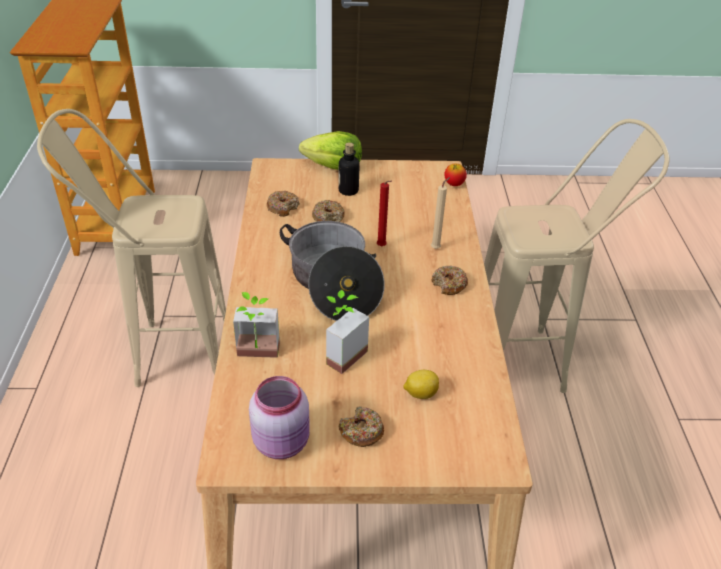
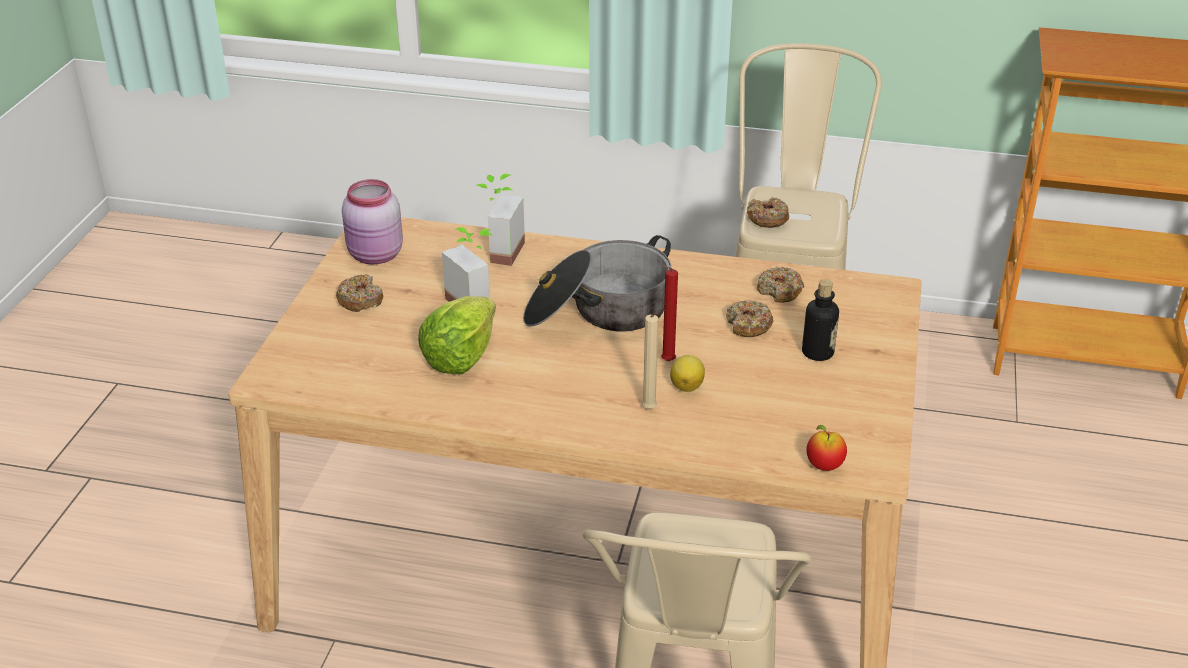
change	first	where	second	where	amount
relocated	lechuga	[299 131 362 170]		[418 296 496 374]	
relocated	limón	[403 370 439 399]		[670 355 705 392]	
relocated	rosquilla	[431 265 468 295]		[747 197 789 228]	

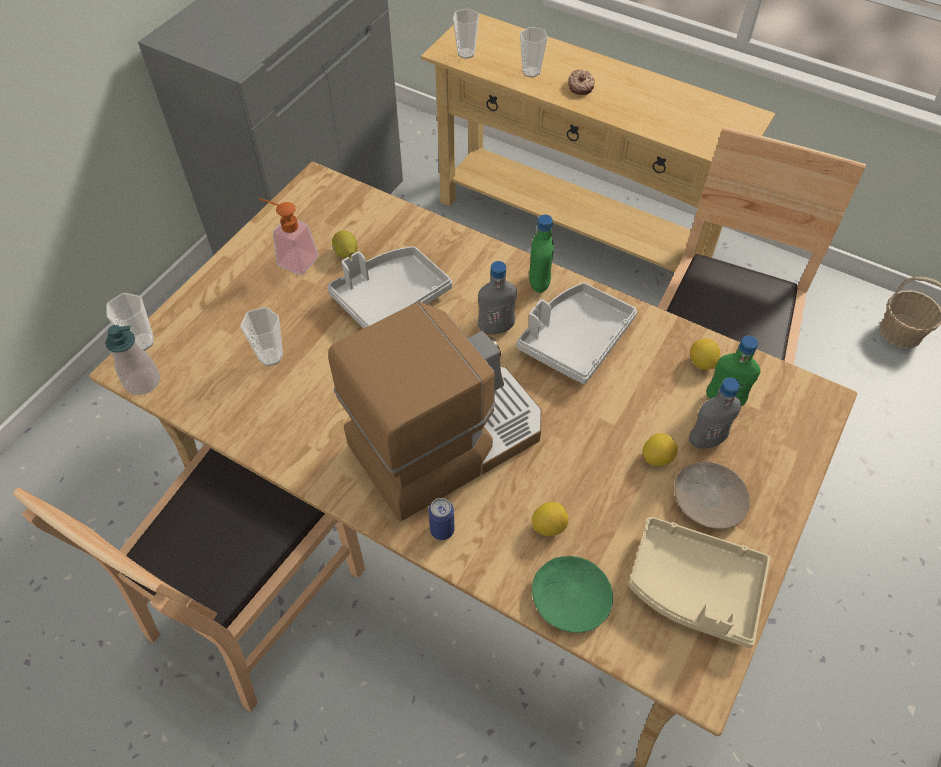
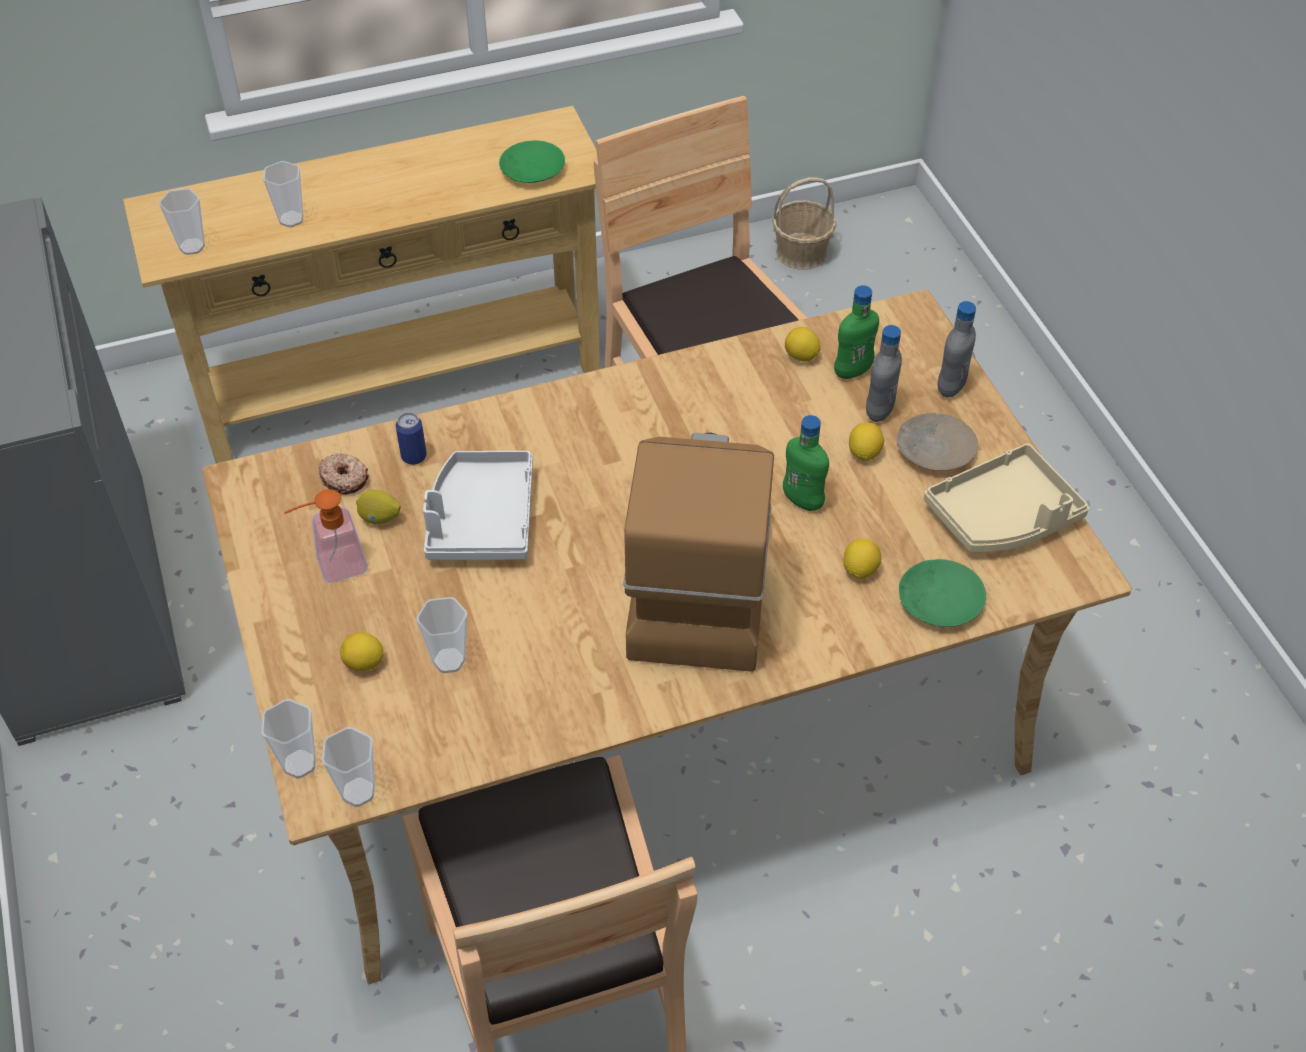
change	first	where	second	where	amount
missing	bandeja (gris)	[517 283 637 384]			
appeared			limón	[340 632 384 671]	
appeared			plato (verde)	[499 140 565 183]	
relocated	lata	[428 498 455 540]		[396 412 427 465]	
relocated	botella (gris)	[478 261 517 334]		[938 301 976 397]	
relocated	botella (verde)	[529 215 554 293]		[783 415 829 511]	
relocated	rosquilla	[568 70 595 95]		[319 453 369 494]	
exchanged	dispensador de jabón	[105 325 160 395]	taza	[322 727 375 807]	

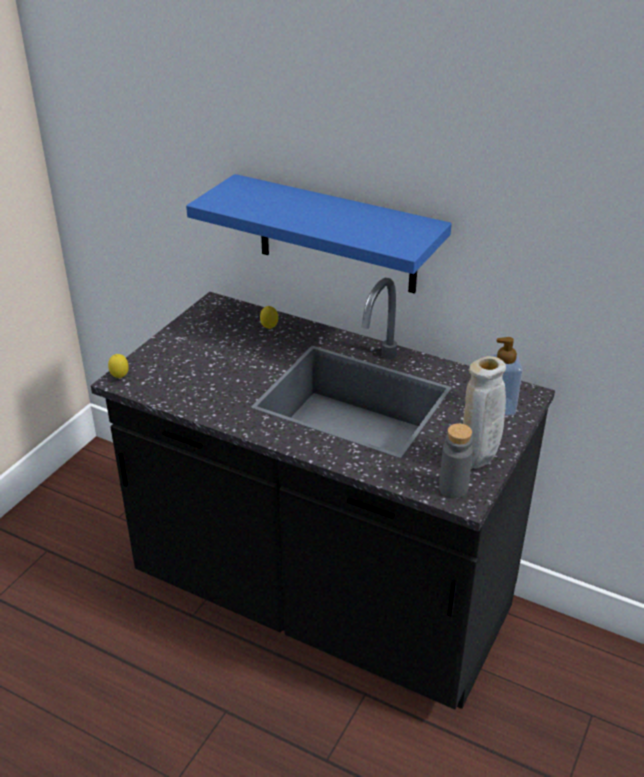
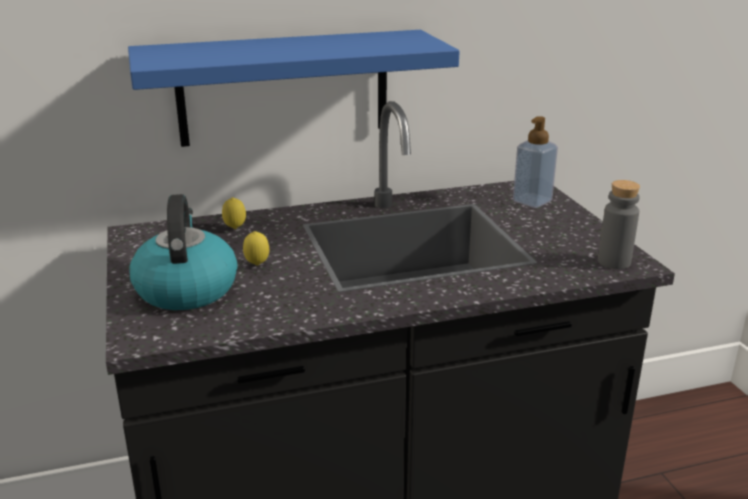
change	first	where	second	where	amount
missing	florero (beis)	[463 356 506 469]			
appeared			hervidor	[129 194 237 310]	
relocated	limón	[108 354 129 378]		[243 231 269 266]	

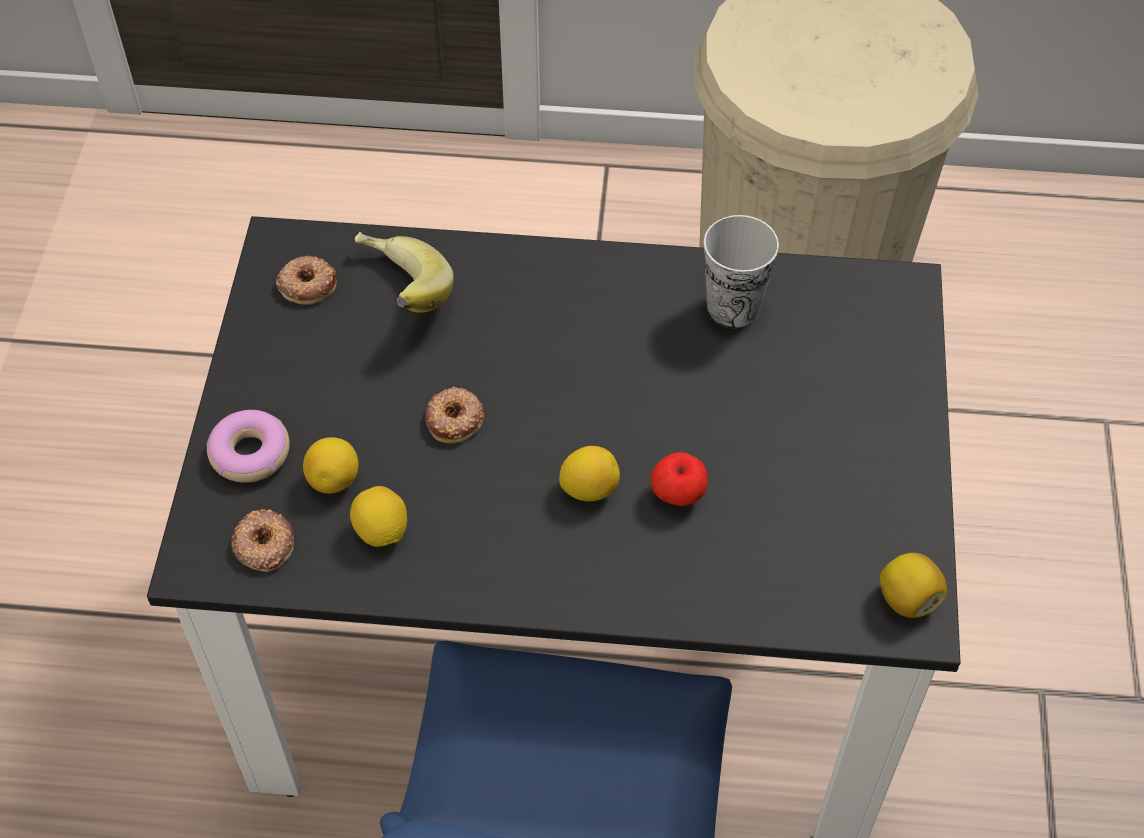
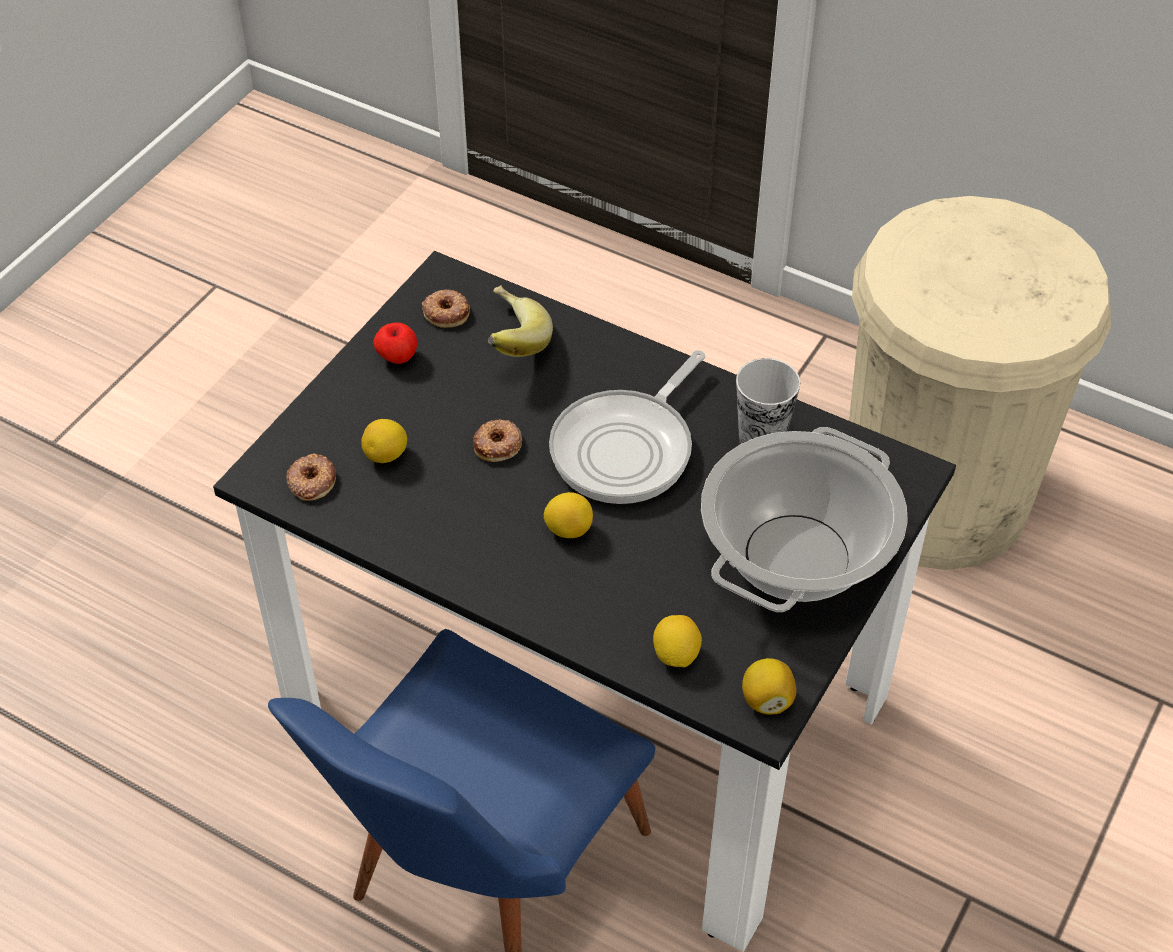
change	first	where	second	where	amount
missing	rosquilla	[207 410 290 483]			
appeared			sartén	[549 350 706 504]	
appeared			olla	[701 427 908 612]	
relocated	limón	[350 486 407 547]		[653 615 702 667]	
relocated	manzana	[651 452 708 506]		[373 323 417 364]	

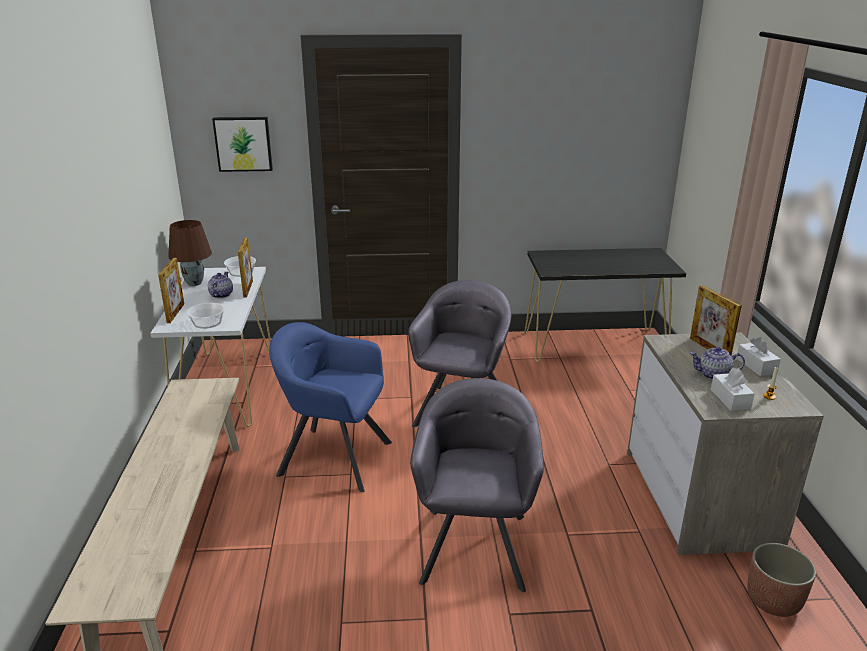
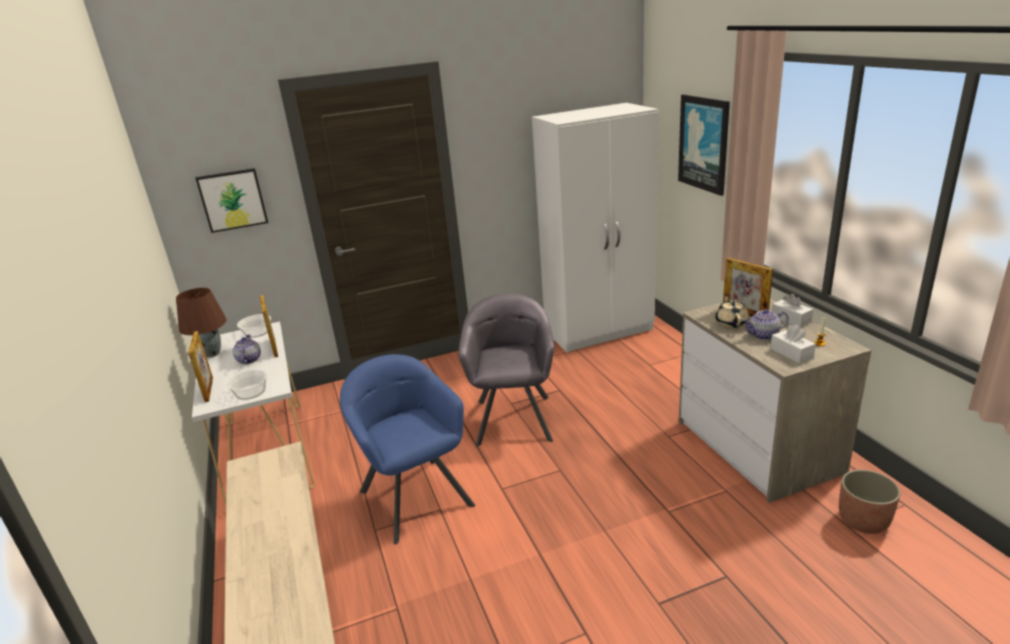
change	first	where	second	where	amount
missing	sillón (gris)	[410 378 544 592]			
appeared			cuadro	[678 94 730 196]	
appeared			tetera (beis)	[715 294 749 328]	
exchanged	mesa consola (negro)	[524 248 686 362]	armario ropero (blanco)	[532 103 659 353]	
spun	sillón (azul)	[269 322 392 492]		[340 354 475 545]	60 degrees clockwise

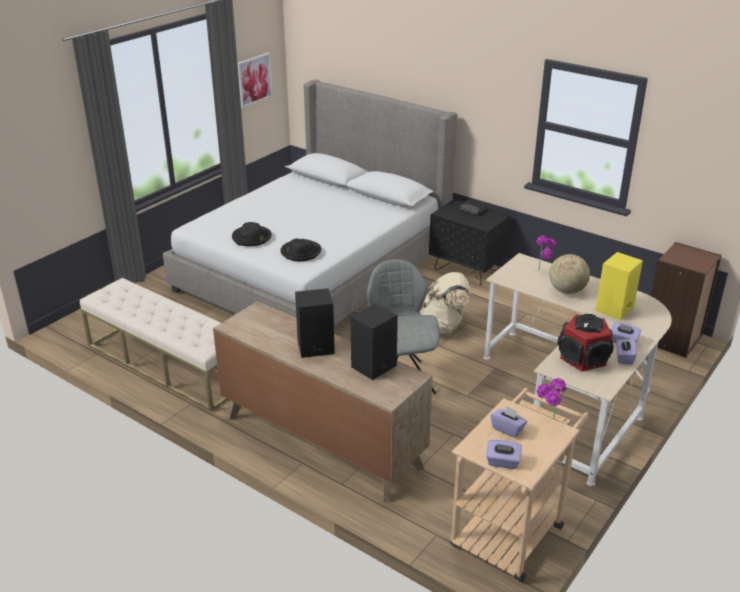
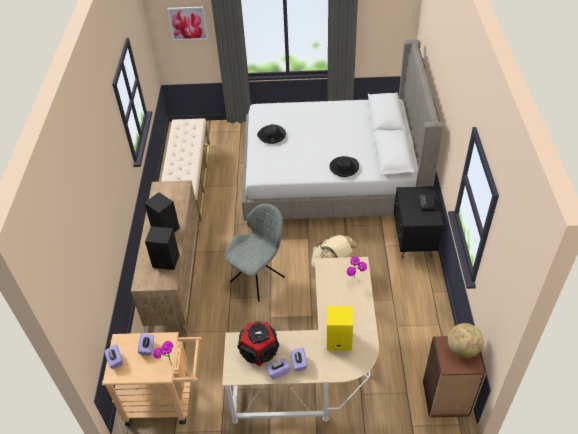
change	first	where	second	where	amount
relocated	cuadro	[237 53 273 108]		[167 7 208 41]	
relocated	sombrero (negro)	[280 239 322 261]		[330 156 359 177]	
relocated	globo terráqueo	[549 254 590 294]		[448 323 484 358]	

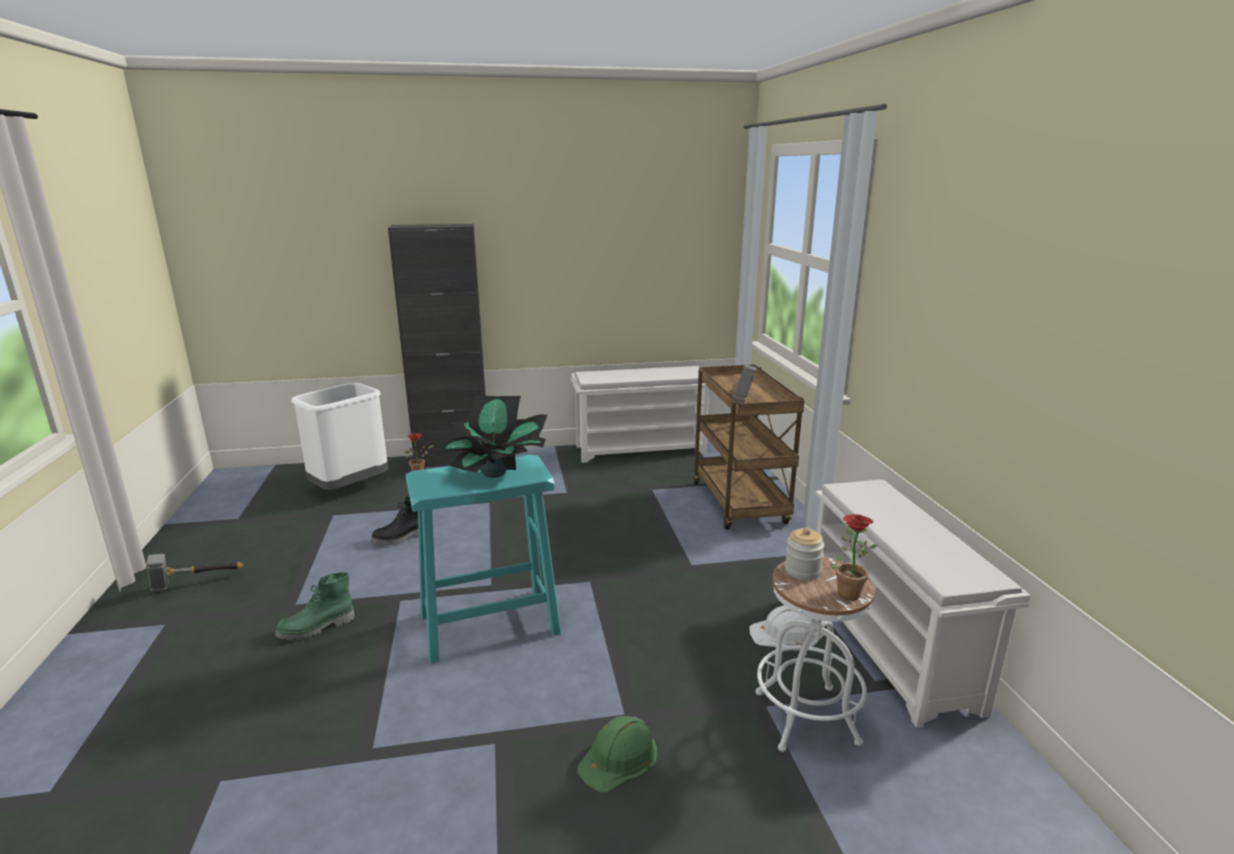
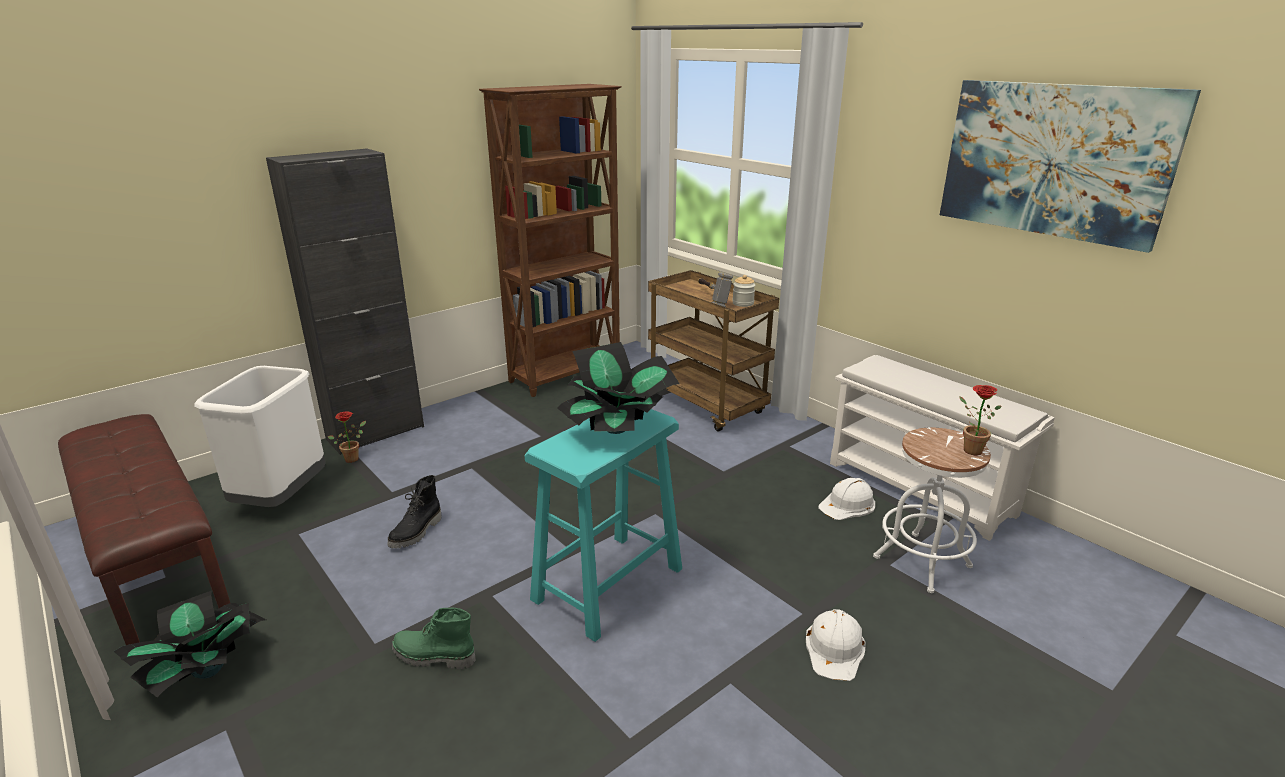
change	first	where	second	where	amount
appeared			banco (marrón)	[58 414 230 645]	
appeared			cuadro	[940 80 1201 253]	
relocated	tarro	[785 528 824 580]		[732 275 755 307]	
exchanged	martillo	[146 554 244 592]	planta en maceta	[114 590 266 697]	
exchanged	zapatero (blanco)	[571 366 709 463]	estantería (marrón)	[479 84 622 397]	
colour	casco (verde)	[577 716 657 793]	casco (blanco)	[806 609 866 681]	
spun	bota (verde)	[275 572 355 640]		[392 608 476 669]	75 degrees clockwise

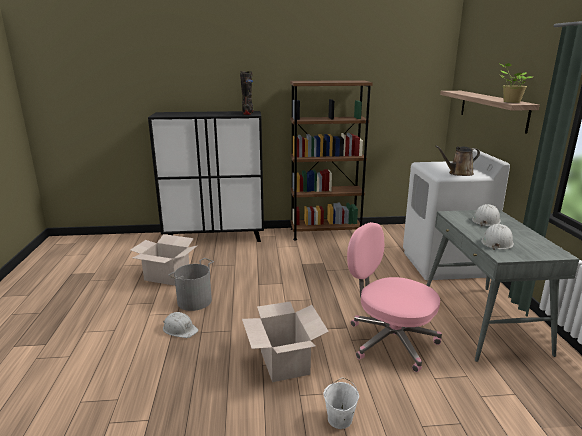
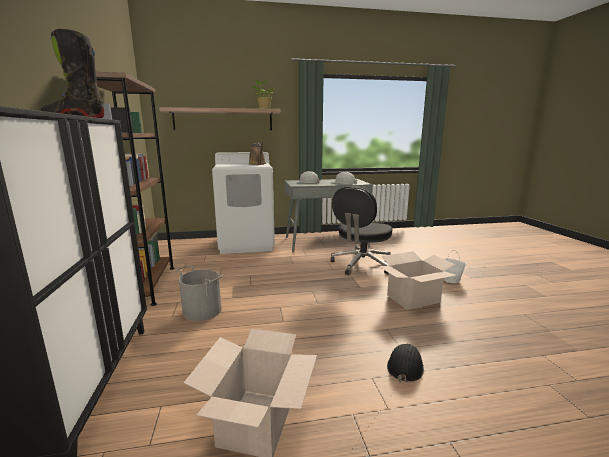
change	first	where	second	where	amount
relocated	cubo (gris)	[169 258 214 311]		[176 265 223 321]	
colour	casco (blanco)	[163 312 199 338]	casco (negro)	[387 344 424 383]	
colour	silla de oficina (rosa)	[347 222 442 372]	silla de oficina (negro)	[331 186 392 275]	

